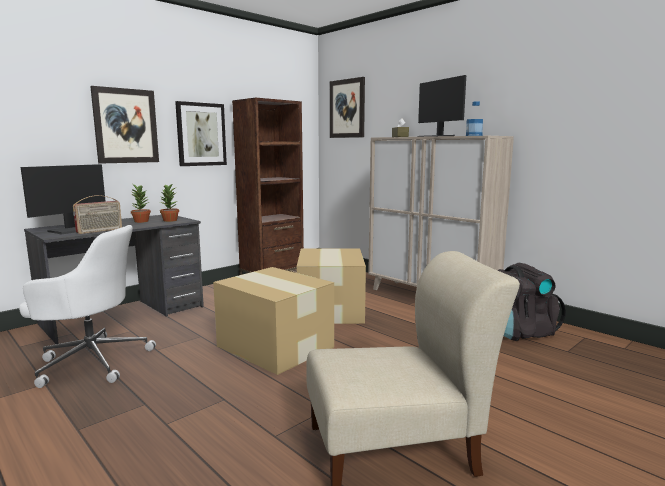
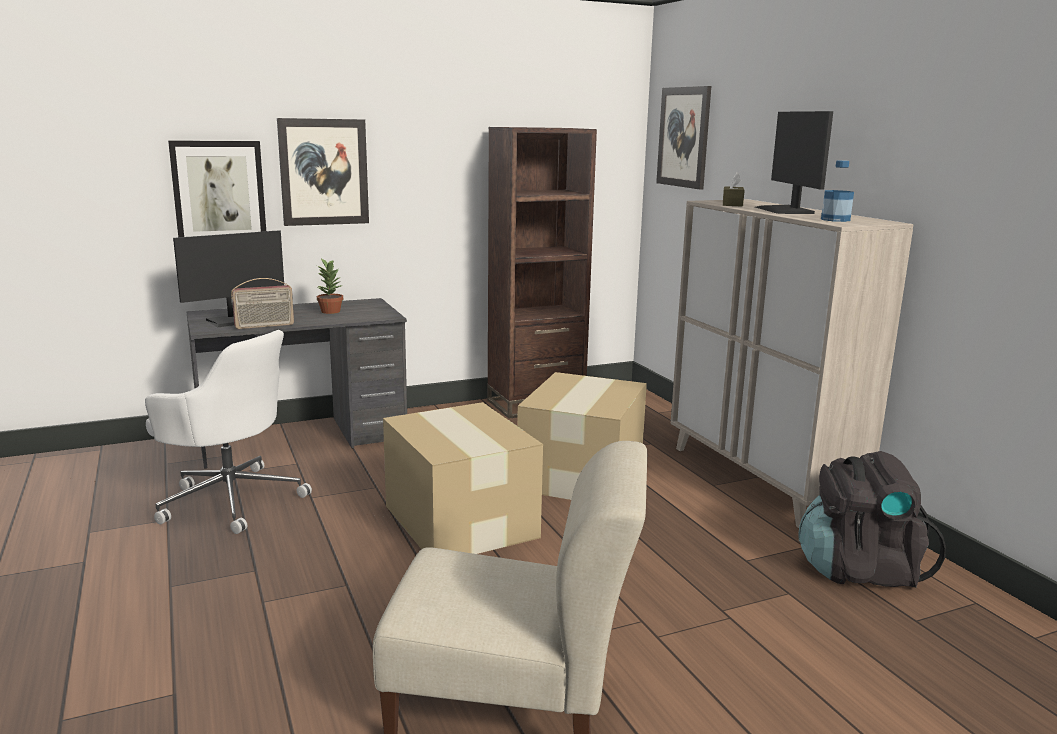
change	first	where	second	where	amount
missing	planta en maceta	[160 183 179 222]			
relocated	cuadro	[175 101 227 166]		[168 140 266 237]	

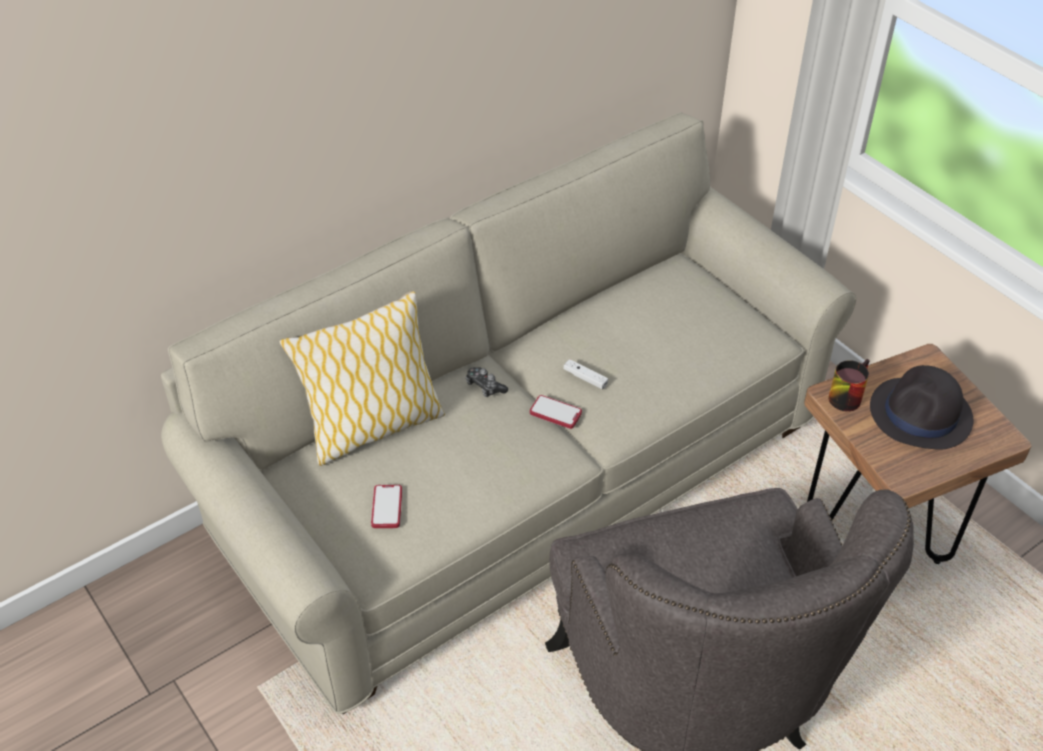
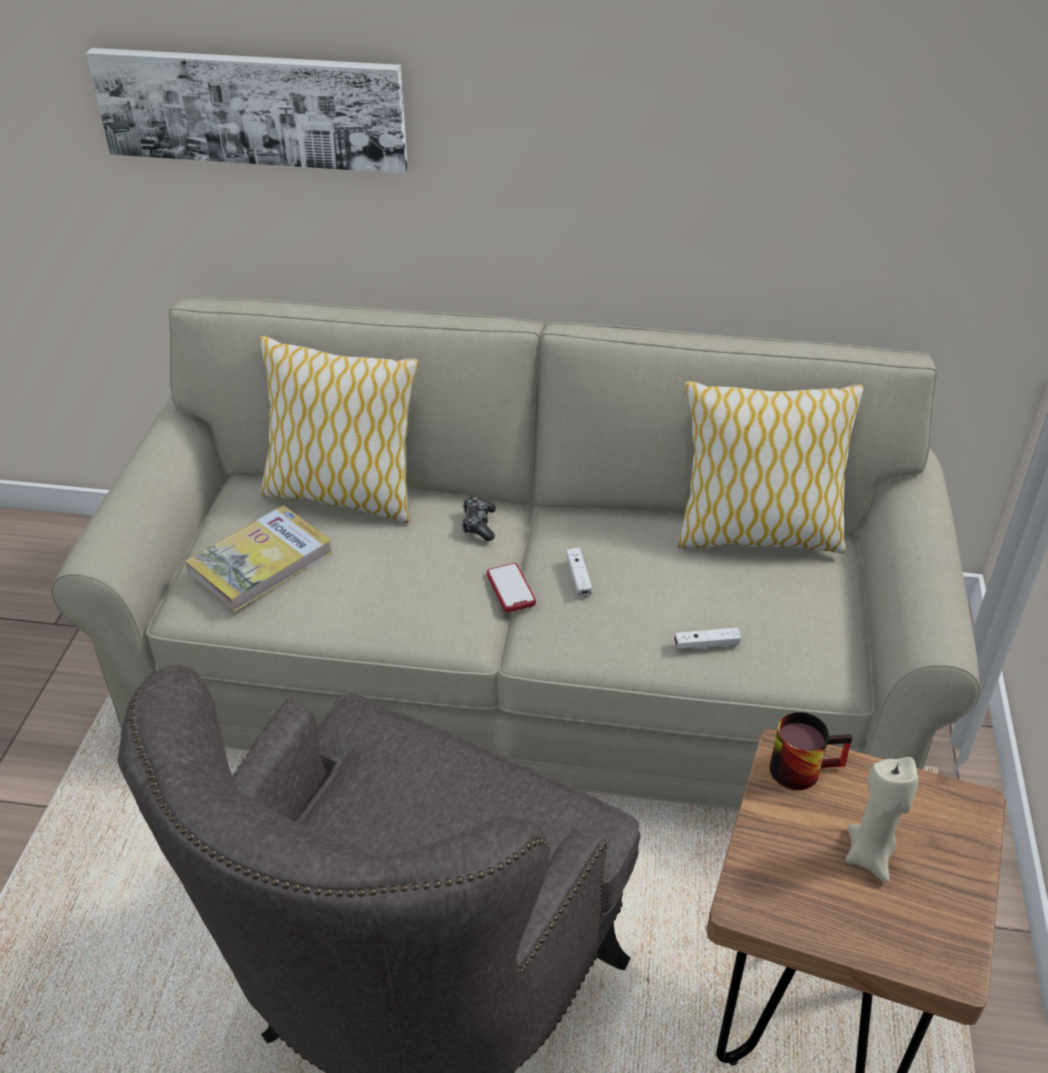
change	first	where	second	where	amount
appeared			cuadro	[86 48 408 174]	
appeared			mando de consola (blanco)	[674 628 741 649]	
appeared			cojín	[677 381 863 553]	
exchanged	móvil	[371 485 402 528]	libro	[185 505 333 612]	
exchanged	sombrero (negro)	[870 365 974 450]	vela (beis)	[846 757 918 883]	

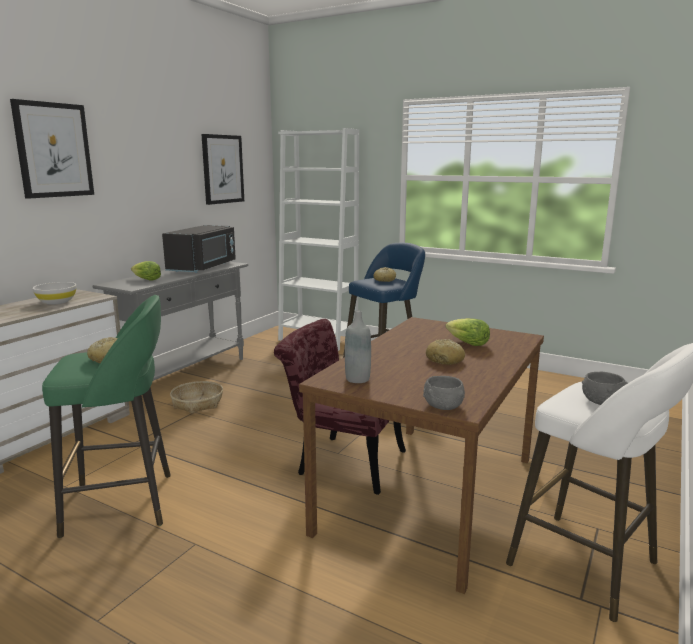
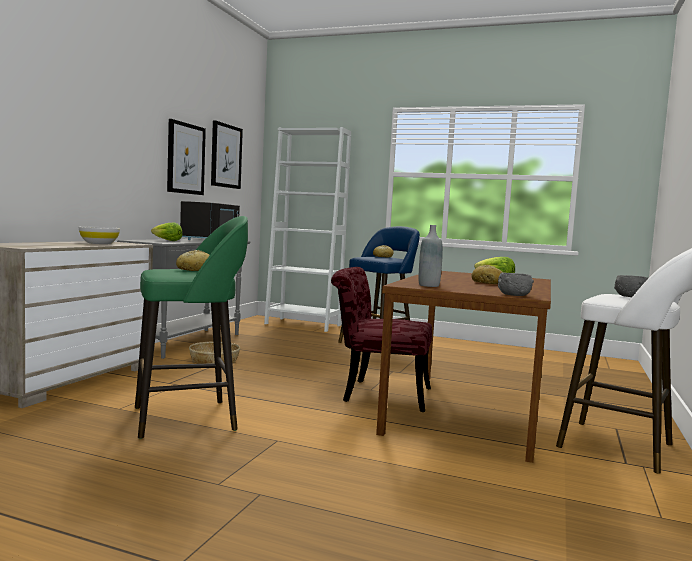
change	first	where	second	where	amount
relocated	cuadro	[10 99 94 199]		[167 119 206 195]	

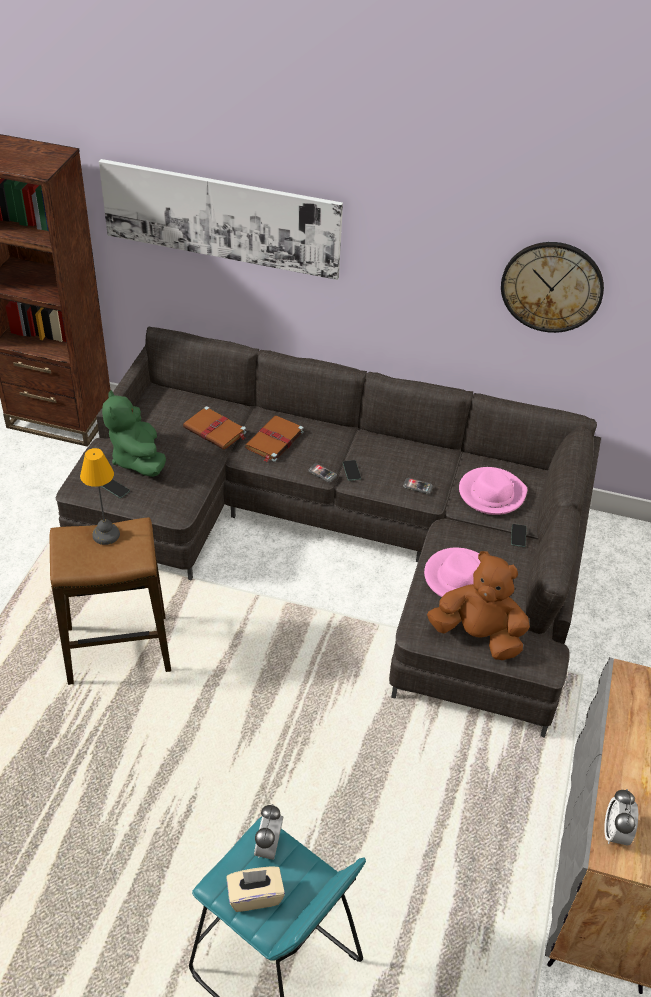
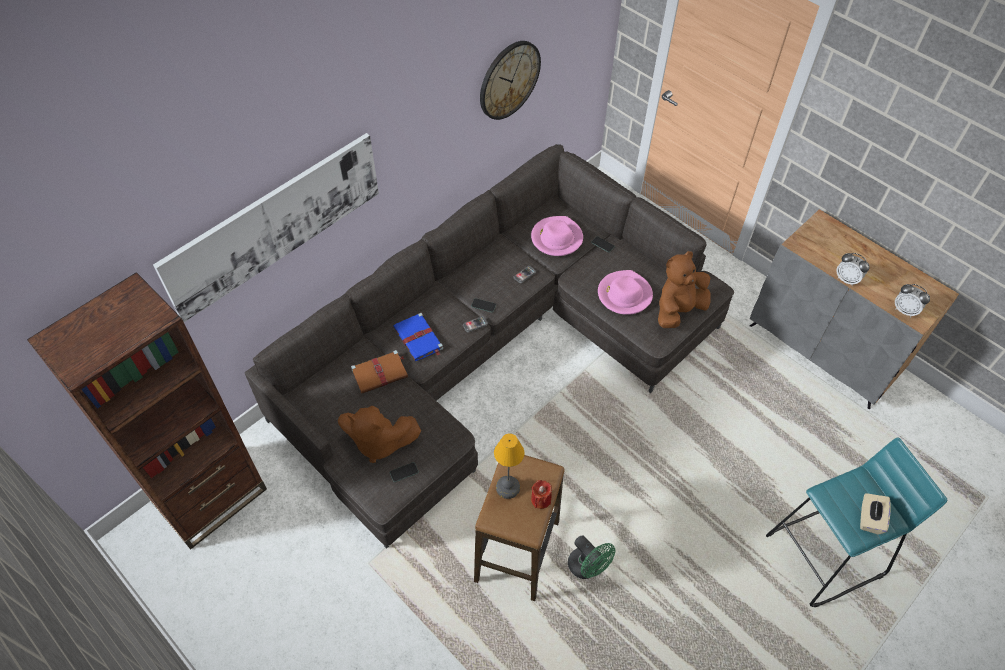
change	first	where	second	where	amount
appeared			vela (rojo)	[531 480 552 509]	
appeared			ventilador (verde)	[568 535 615 579]	
relocated	despertador	[254 804 283 860]		[836 253 870 286]	
colour	peluche (verde)	[102 390 166 477]	peluche (marrón)	[338 406 421 463]	
colour	libro (marrón)	[245 416 304 462]	libro (azul)	[393 313 443 361]	

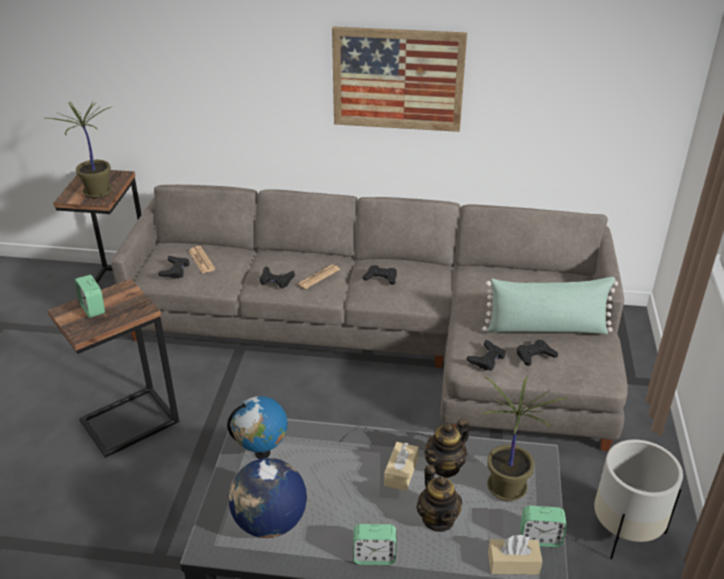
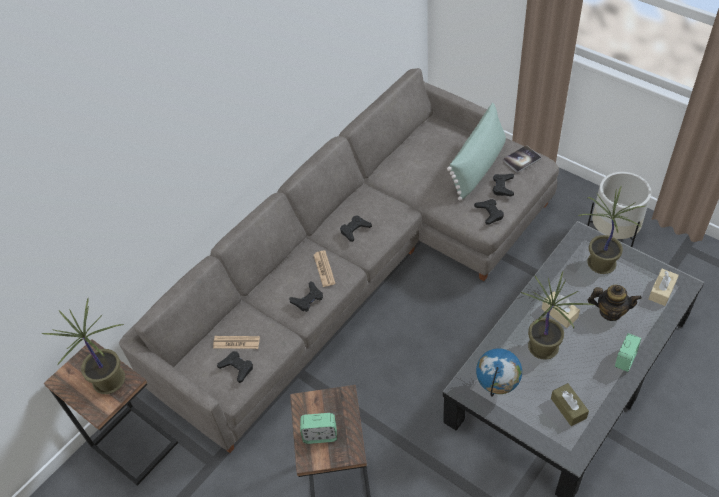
change	first	where	second	where	amount
missing	cuadro	[332 26 467 132]			
missing	tetera	[424 418 469 478]			
missing	despertador	[520 506 567 547]			
appeared			libro	[503 145 542 173]	
appeared			planta en maceta	[521 272 594 360]	
exchanged	globo terráqueo	[228 458 307 538]	caja de pañuelos (marrón)	[551 383 589 426]	

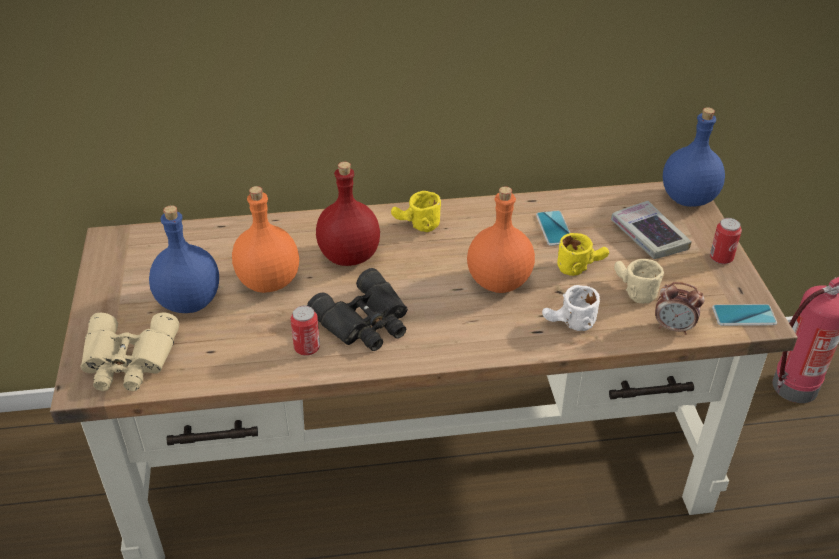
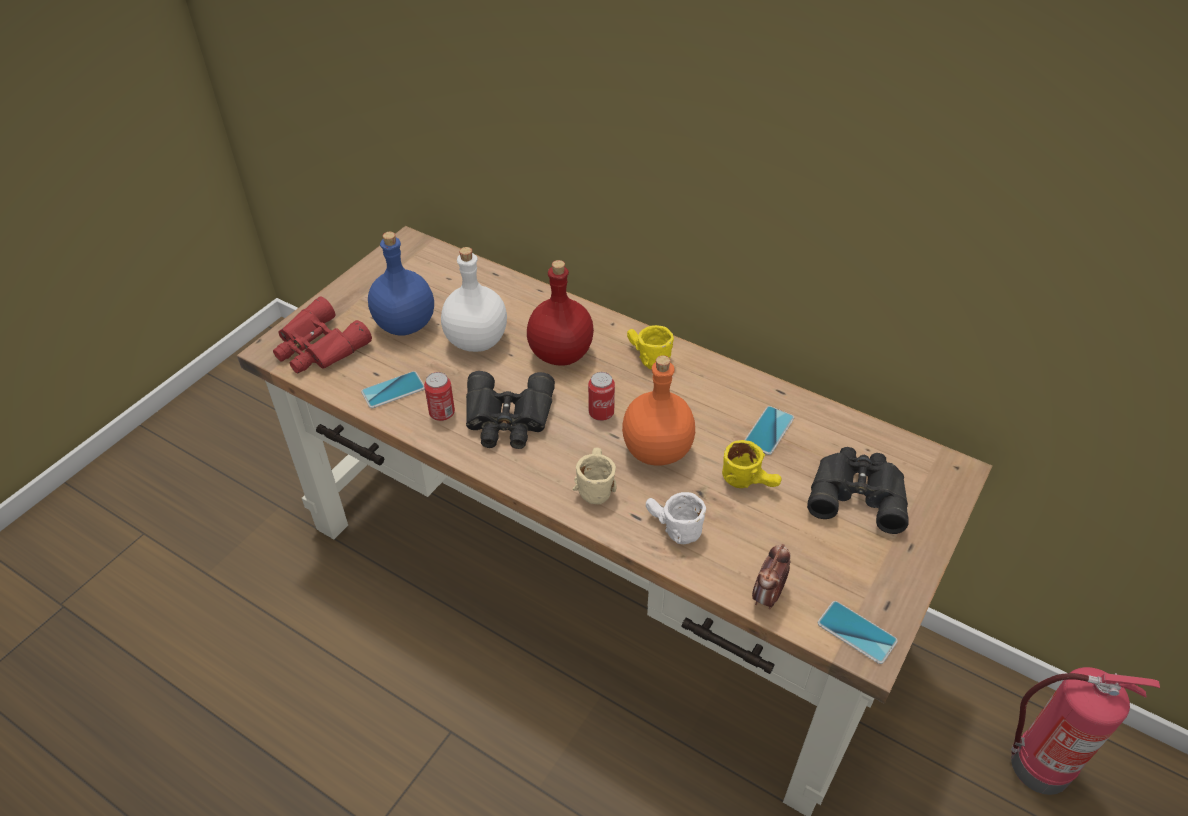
change	first	where	second	where	amount
missing	botella (azul)	[663 107 725 207]			
appeared			móvil	[361 371 425 408]	
relocated	taza grande (beis)	[614 259 664 304]		[573 447 617 504]	
relocated	lata	[710 218 742 264]		[588 372 615 421]	
exchanged	libro	[611 201 692 259]	prismáticos (negro)	[807 447 909 534]	
colour	prismáticos (beis)	[81 313 179 391]	prismáticos (rojo)	[273 296 372 373]	
colour	botella (naranja)	[232 186 299 293]	botella (blanco)	[441 247 507 352]	
spun	despertador	[655 282 705 335]		[752 544 790 609]	60 degrees clockwise

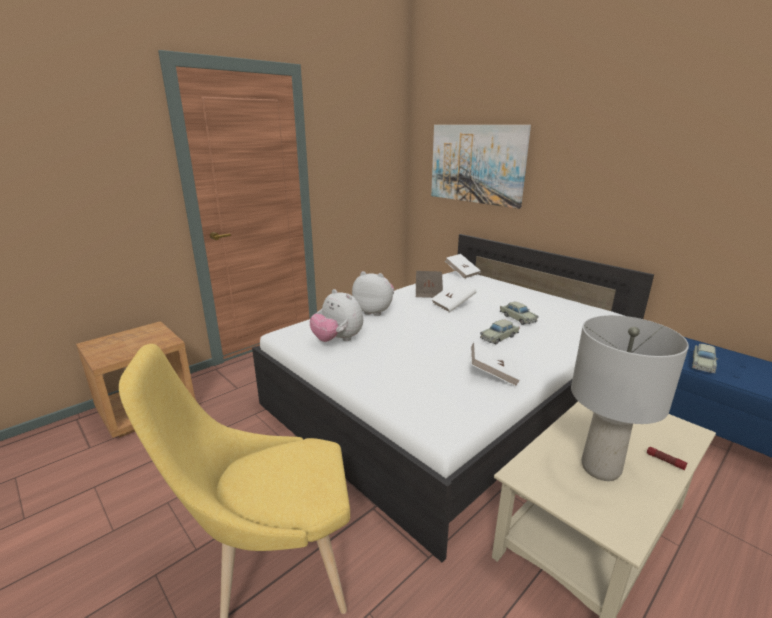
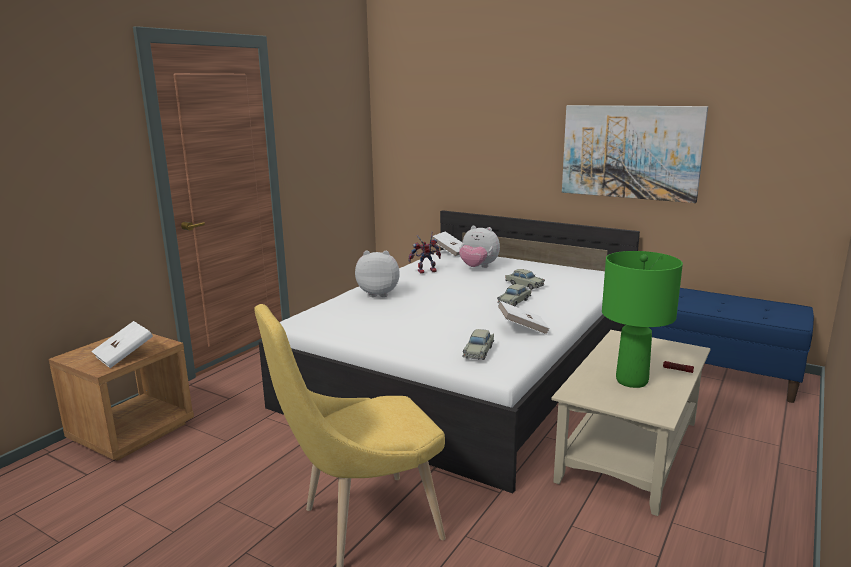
change	first	where	second	where	amount
relocated	peluche	[310 289 363 342]		[459 226 500 268]	
relocated	cuadro	[431 125 531 209]		[562 105 708 203]	
relocated	libro (blanco)	[432 280 476 313]		[91 321 153 368]	
relocated	coche de juguete (beis)	[692 344 718 373]		[463 329 494 360]	
exchanged	libro (marrón)	[416 271 443 298]	robot de juguete	[408 232 441 274]	
colour	lámpara de mesa (gris)	[571 315 689 481]	lámpara de mesa (verde)	[602 251 683 388]	

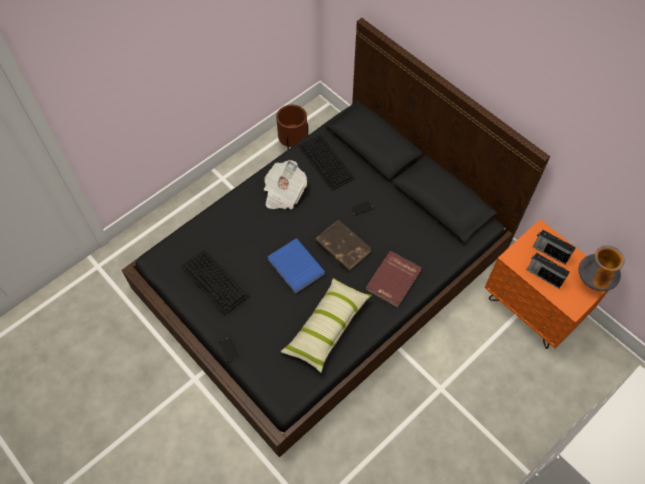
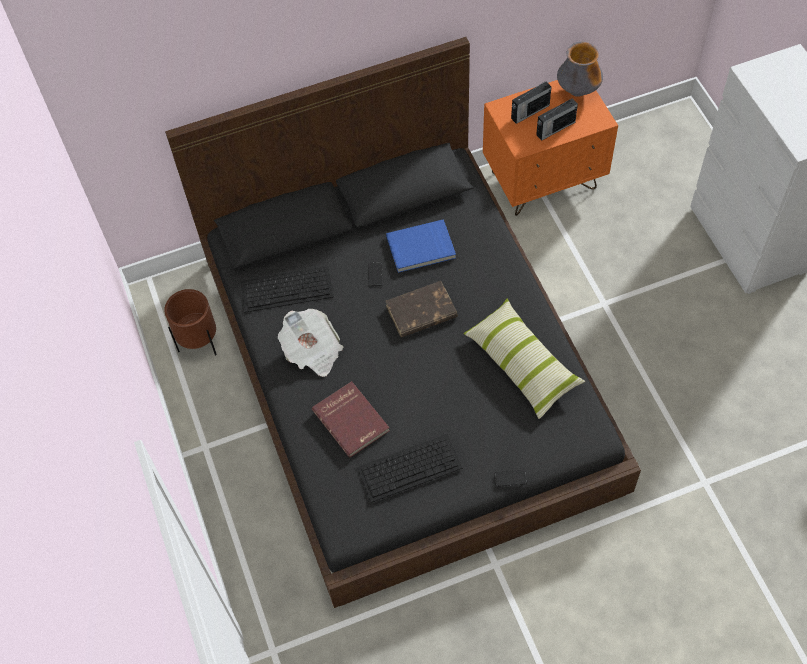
change	first	where	second	where	amount
relocated	libro (azul)	[267 238 326 294]		[386 219 456 273]	
relocated	libro (rojo)	[365 251 422 308]		[312 381 390 457]	

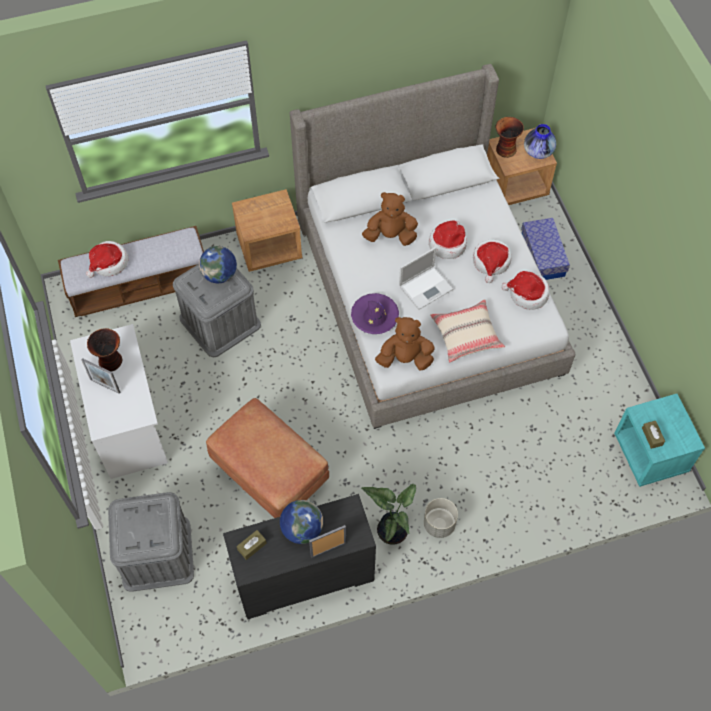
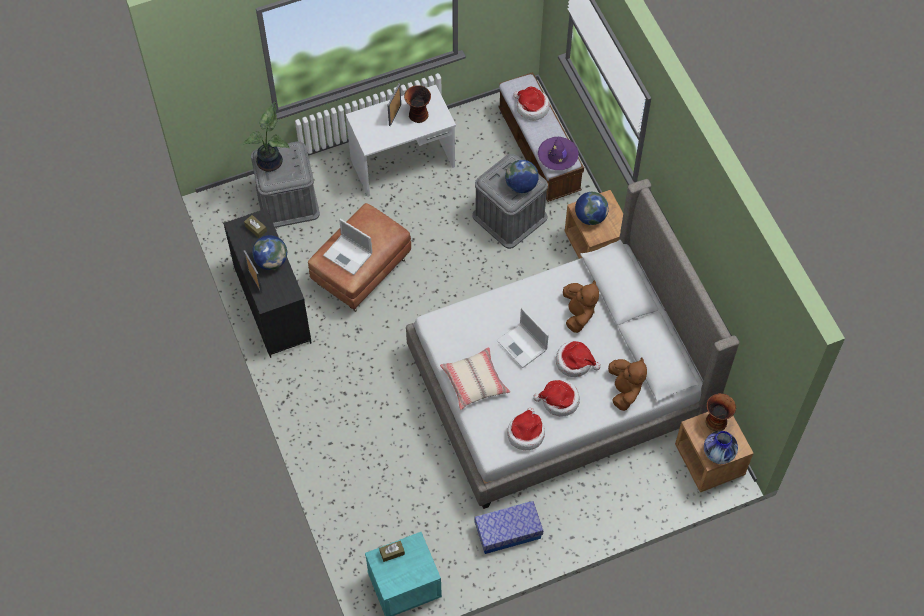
change	first	where	second	where	amount
missing	maceta (gris)	[424 498 458 538]			
appeared			portátil	[323 219 372 275]	
appeared			globo terráqueo	[575 192 609 225]	
relocated	sombrero (morado)	[351 293 399 334]		[538 137 579 170]	
relocated	planta en maceta	[361 484 416 545]		[243 101 290 172]	
relocated	peluche (marrón)	[375 317 435 371]		[608 358 647 411]	
relocated	caja de almacenaje	[521 218 570 280]		[474 501 543 554]	

